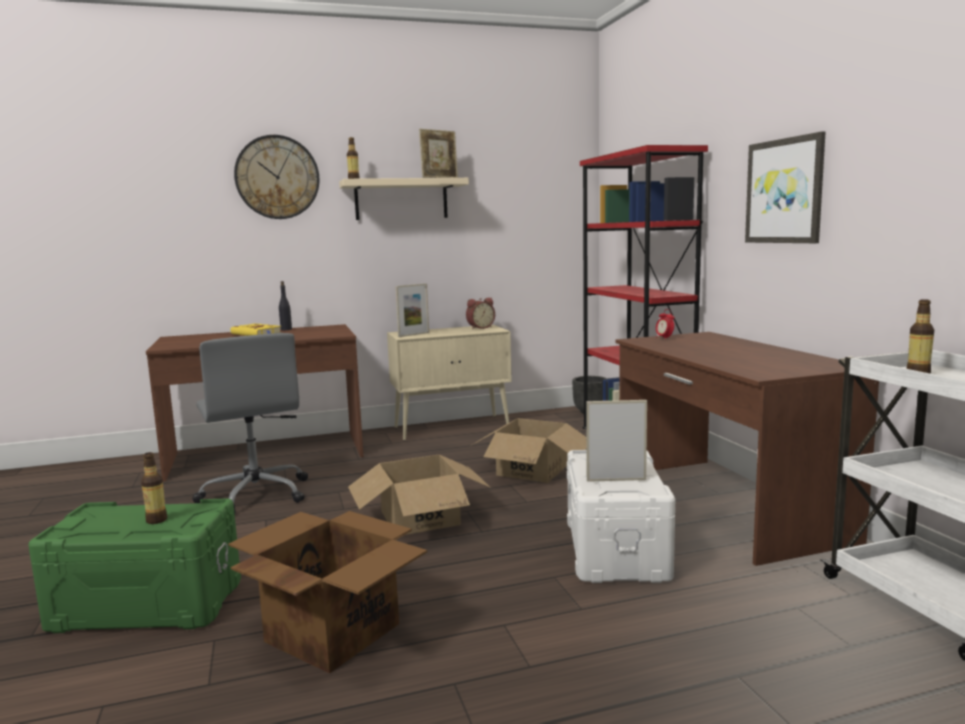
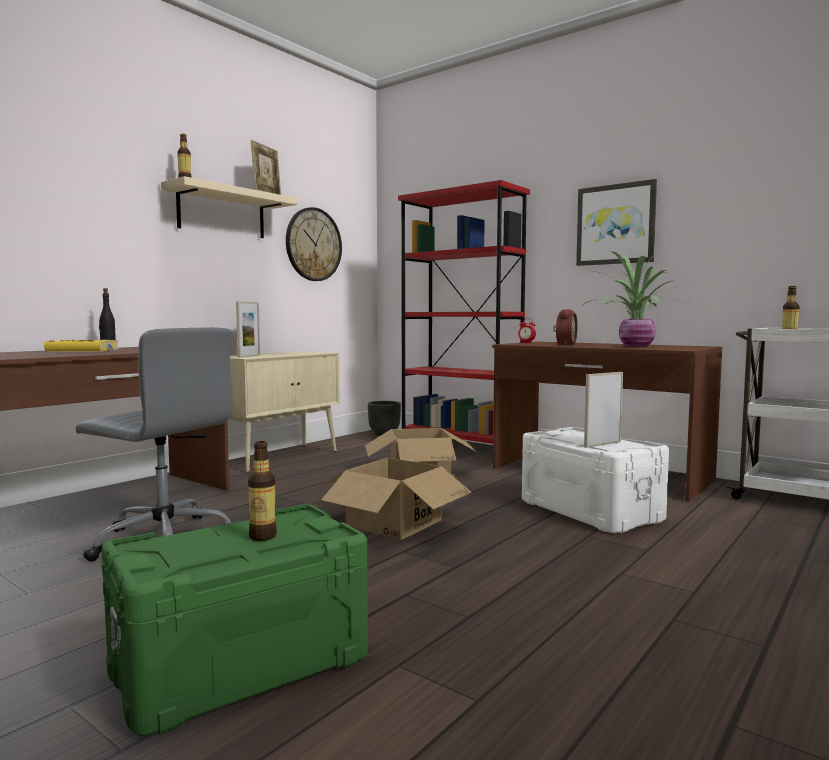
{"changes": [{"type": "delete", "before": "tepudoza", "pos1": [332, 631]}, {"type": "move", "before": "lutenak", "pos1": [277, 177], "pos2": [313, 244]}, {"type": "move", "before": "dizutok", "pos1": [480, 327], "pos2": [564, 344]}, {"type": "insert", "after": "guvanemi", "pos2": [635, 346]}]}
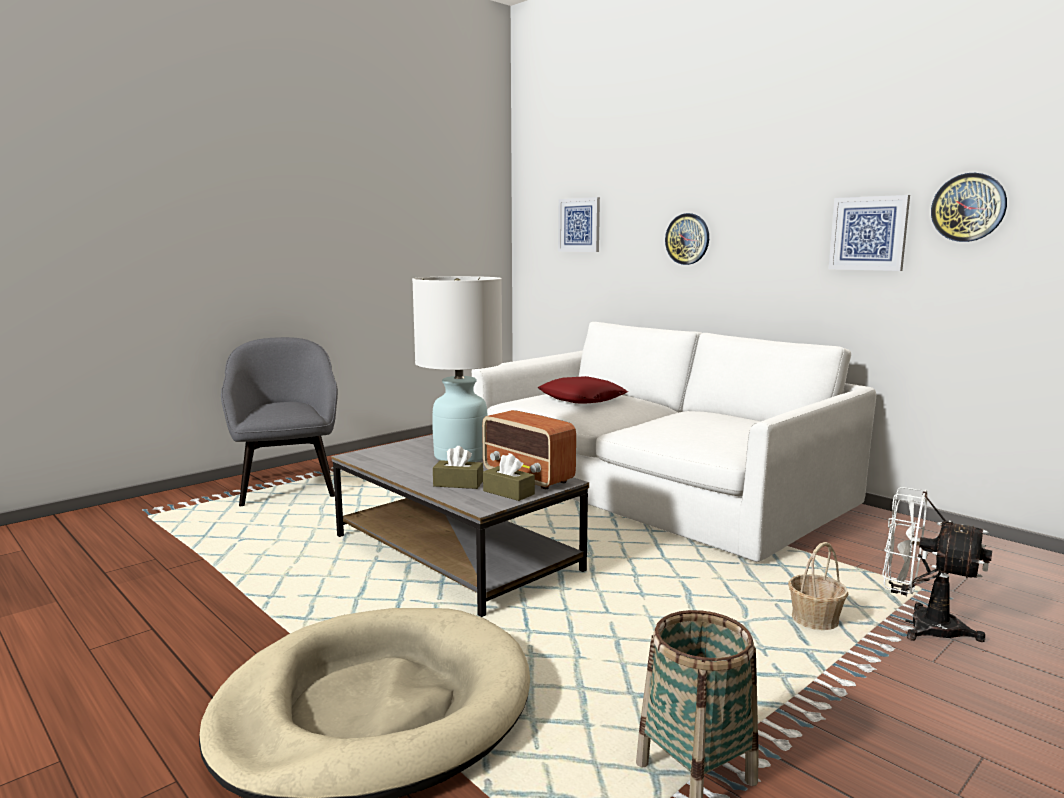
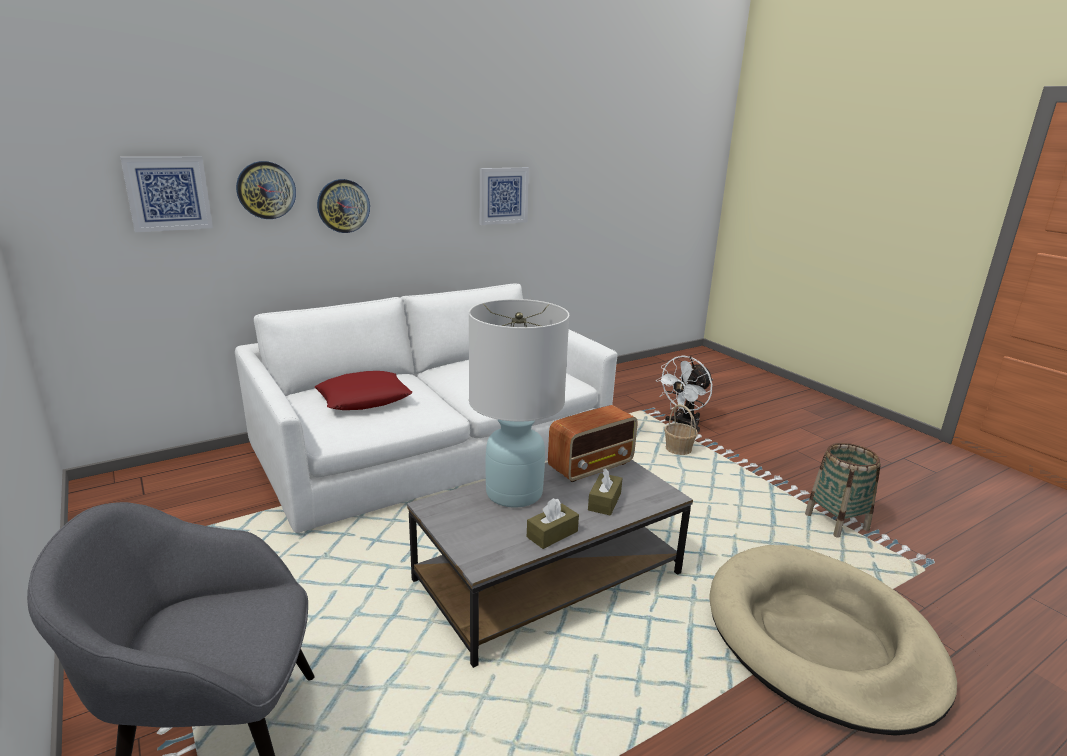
{"changes": [{"type": "move", "before": "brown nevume", "pos1": [508, 492], "pos2": [552, 534]}, {"type": "move", "before": "lutenak", "pos1": [968, 207], "pos2": [266, 190]}]}
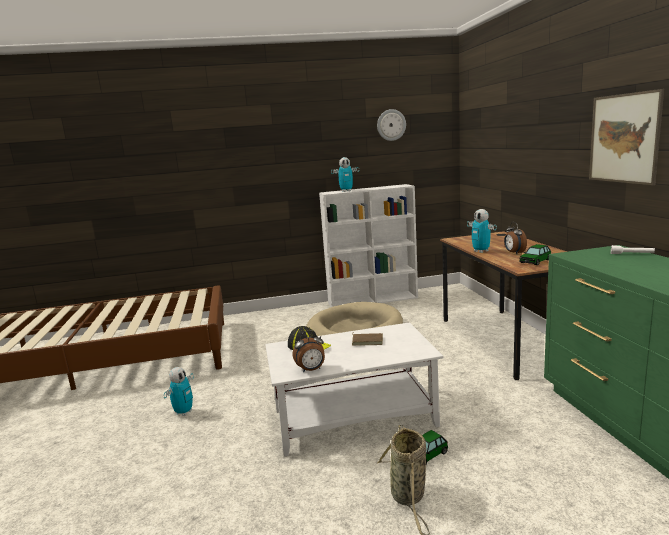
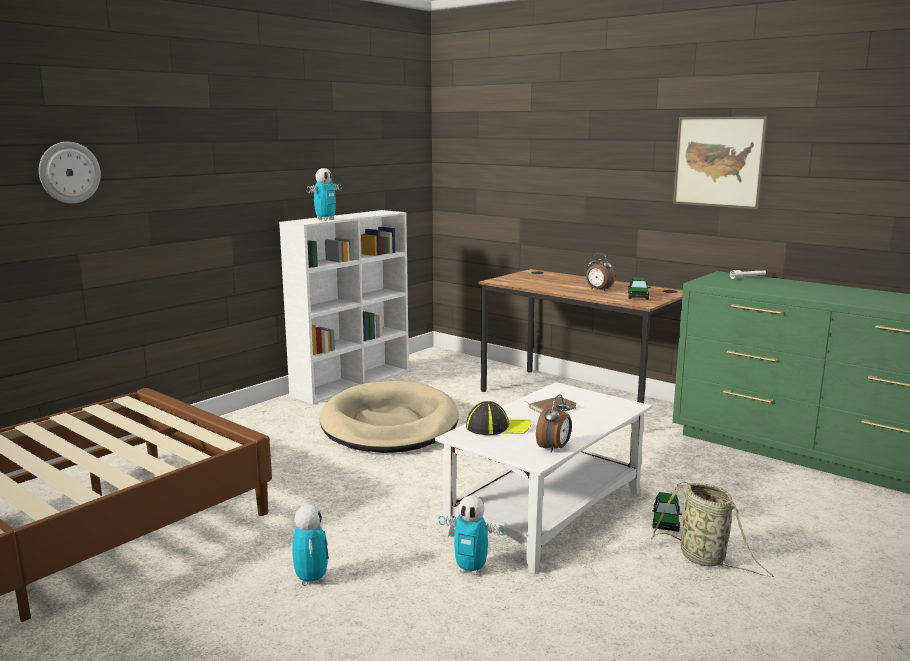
{"changes": [{"type": "move", "before": "lutenak", "pos1": [391, 125], "pos2": [69, 172]}, {"type": "move", "before": "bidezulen", "pos1": [481, 251], "pos2": [471, 569]}]}
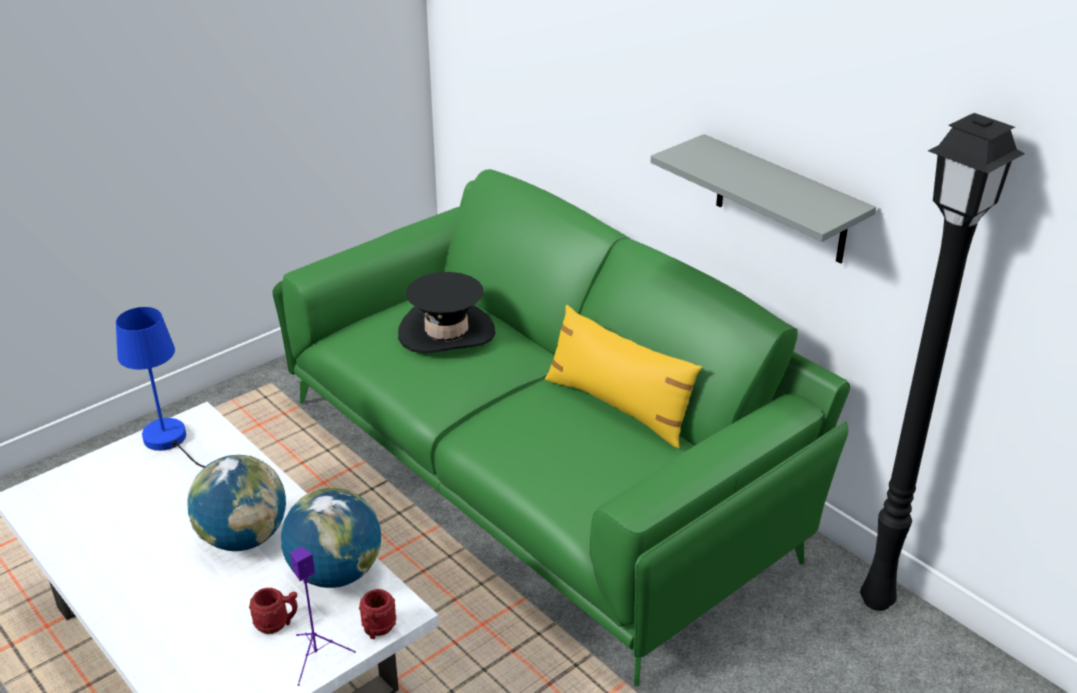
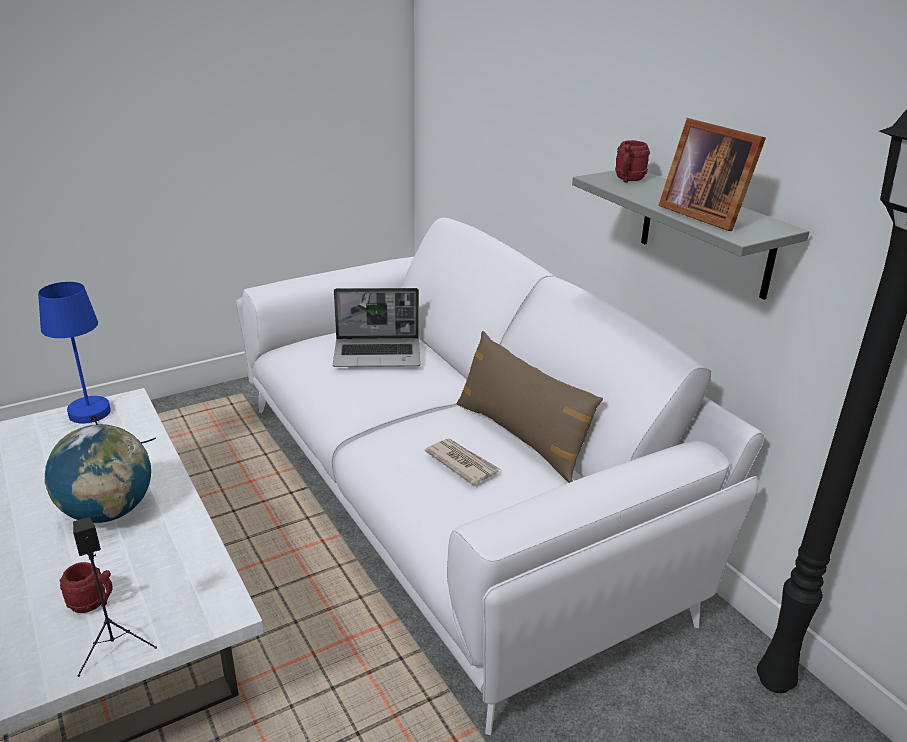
{"changes": [{"type": "recolor", "before": "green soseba", "after": "white soseba", "pos1": [540, 472], "pos2": [452, 499]}, {"type": "delete", "before": "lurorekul", "pos1": [336, 573]}, {"type": "recolor", "before": "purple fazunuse", "after": "black fazunuse", "pos1": [317, 656], "pos2": [115, 646]}, {"type": "move", "before": "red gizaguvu", "pos1": [377, 630], "pos2": [628, 179]}, {"type": "replace", "before": "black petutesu", "after": "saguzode", "pos1": [446, 332], "pos2": [378, 354]}, {"type": "recolor", "before": "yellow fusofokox", "after": "brown fusofokox", "pos1": [618, 406], "pos2": [521, 436]}, {"type": "insert", "after": "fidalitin", "pos2": [462, 463]}, {"type": "insert", "after": "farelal", "pos2": [703, 214]}]}
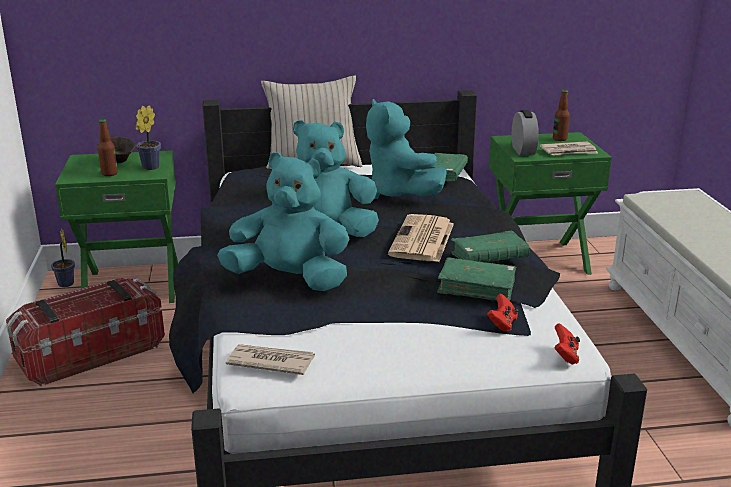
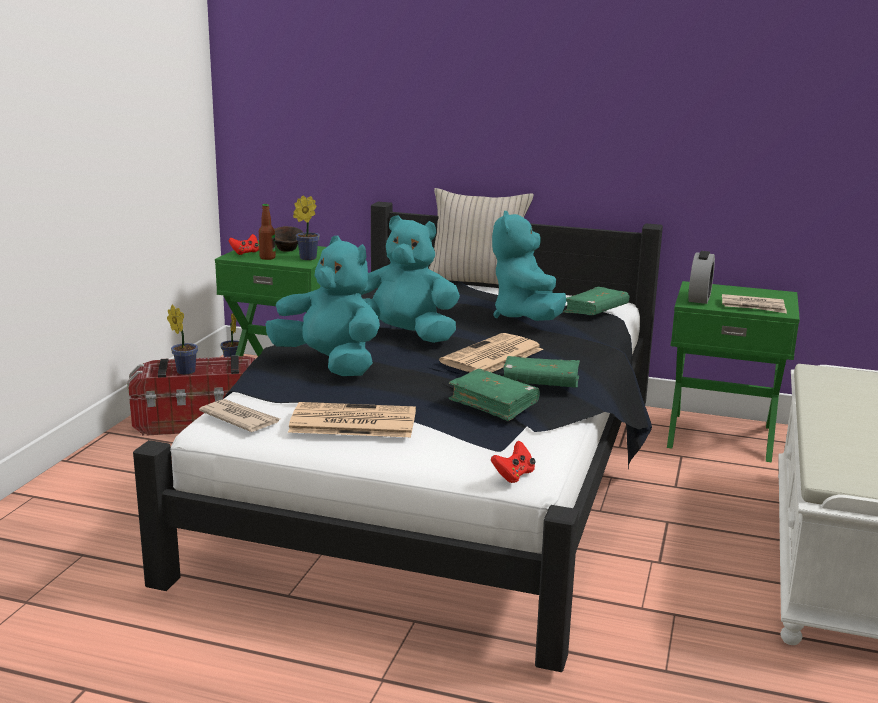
{"changes": [{"type": "move", "before": "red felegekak", "pos1": [502, 324], "pos2": [245, 253]}, {"type": "delete", "before": "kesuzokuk", "pos1": [559, 139]}, {"type": "insert", "after": "guvanemi", "pos2": [184, 371]}, {"type": "insert", "after": "fidalitin", "pos2": [351, 422]}]}
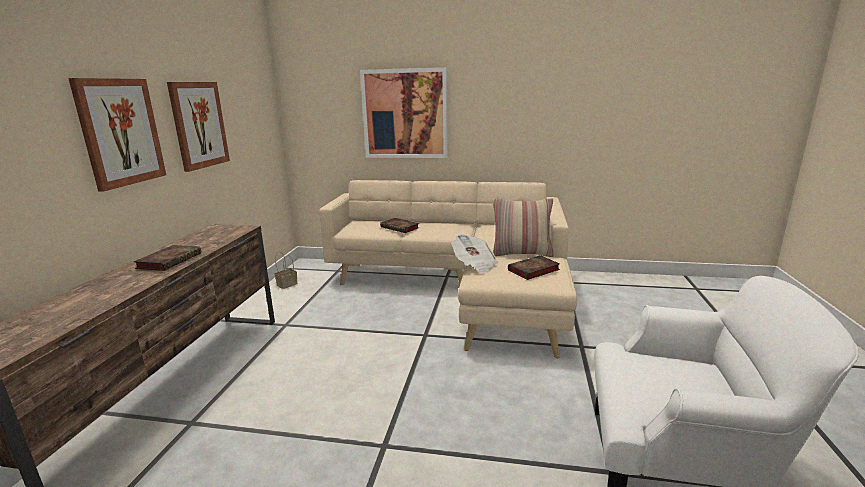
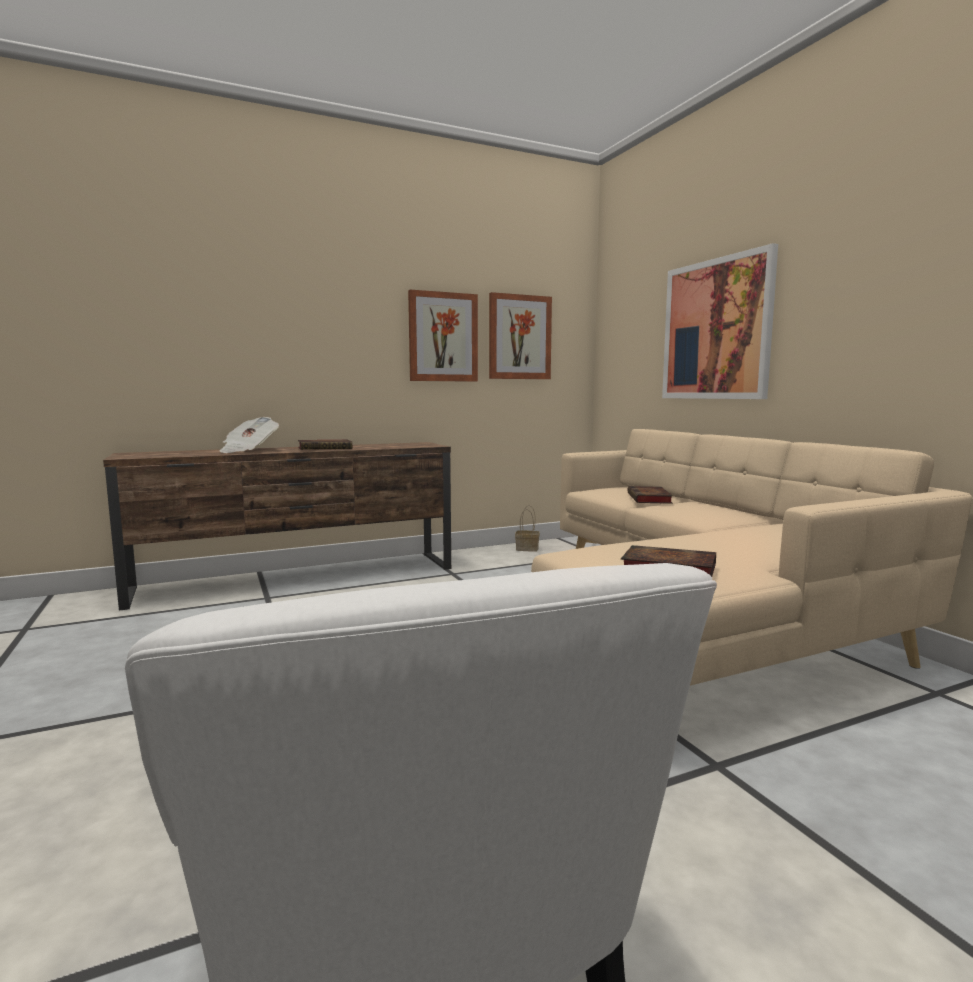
{"changes": [{"type": "move", "before": "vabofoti", "pos1": [120, 132], "pos2": [519, 337]}, {"type": "move", "before": "fidalitin", "pos1": [474, 265], "pos2": [248, 450]}, {"type": "delete", "before": "fusofokox", "pos1": [521, 253]}]}
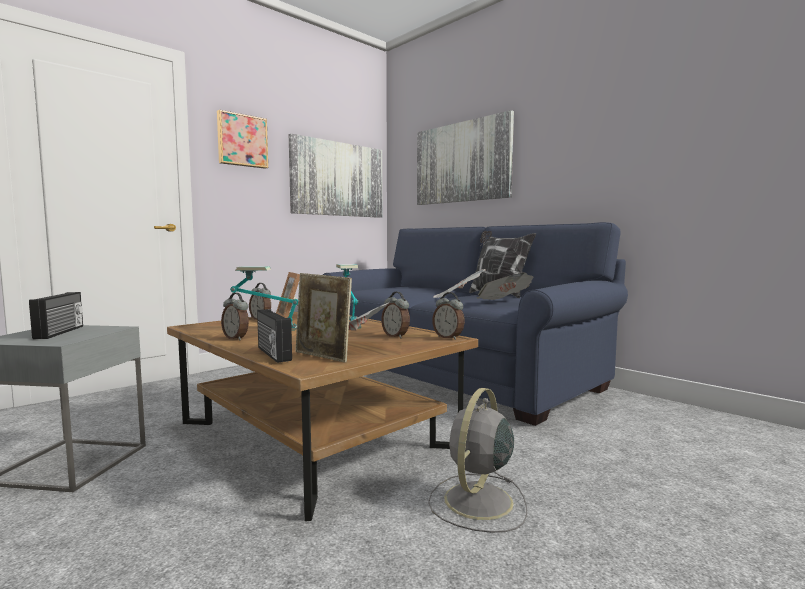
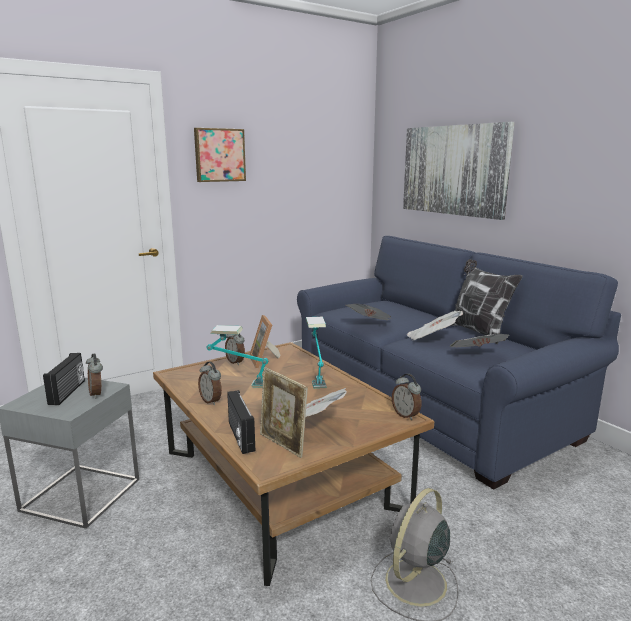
{"changes": [{"type": "delete", "before": "vabofoti", "pos1": [338, 179]}, {"type": "move", "before": "dizutok", "pos1": [396, 336], "pos2": [97, 394]}, {"type": "insert", "after": "fidalitin", "pos2": [370, 324]}]}
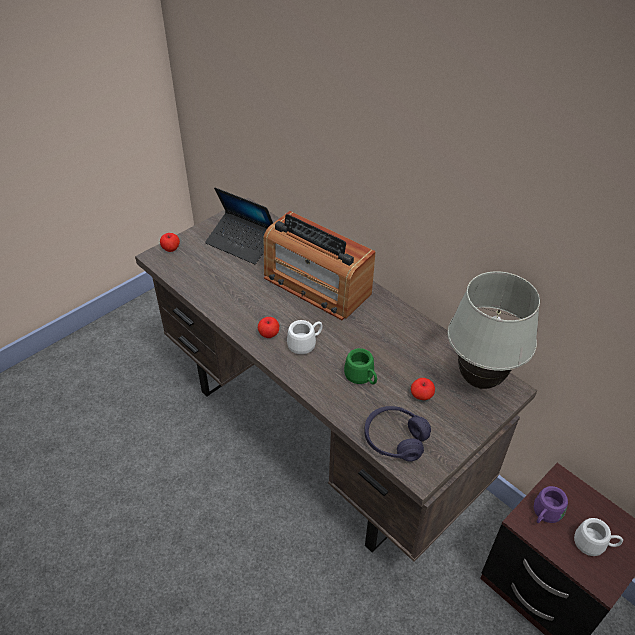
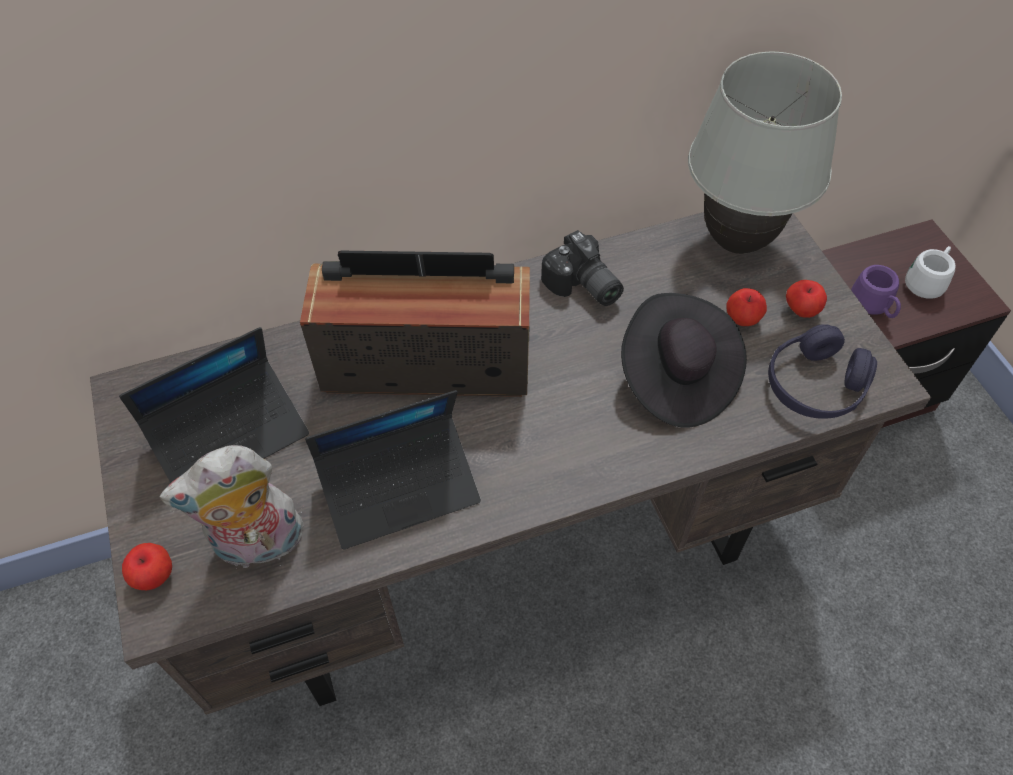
{"changes": [{"type": "move", "before": "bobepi", "pos1": [269, 334], "pos2": [801, 310]}, {"type": "rotate", "before": "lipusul", "pos1": [316, 285], "pos2": [427, 358], "turn": -150}, {"type": "delete", "before": "white gizaguvu", "pos1": [305, 344]}, {"type": "replace", "before": "green gizaguvu", "after": "black petutesu", "pos1": [362, 378], "pos2": [676, 378]}, {"type": "insert", "after": "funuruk", "pos2": [258, 546]}, {"type": "insert", "after": "saguzode", "pos2": [399, 487]}, {"type": "insert", "after": "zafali", "pos2": [582, 287]}]}
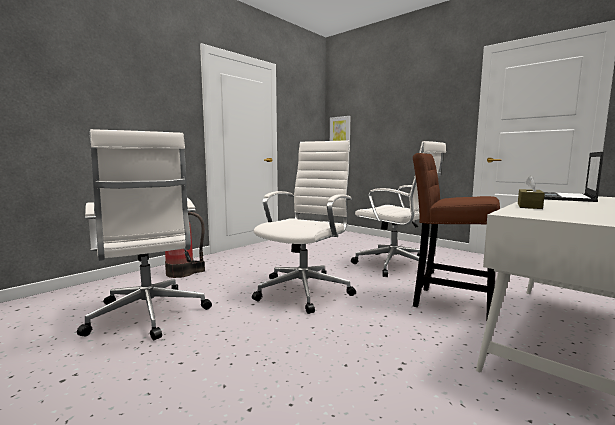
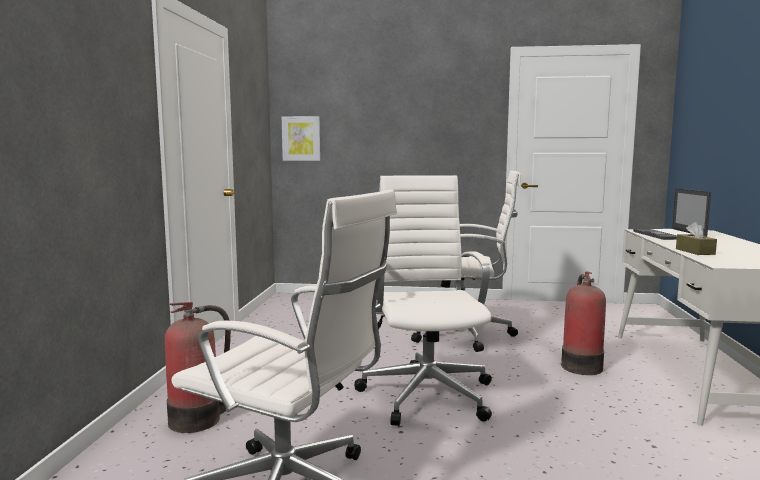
{"changes": [{"type": "replace", "before": "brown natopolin", "after": "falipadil", "pos1": [448, 302], "pos2": [581, 366]}]}
